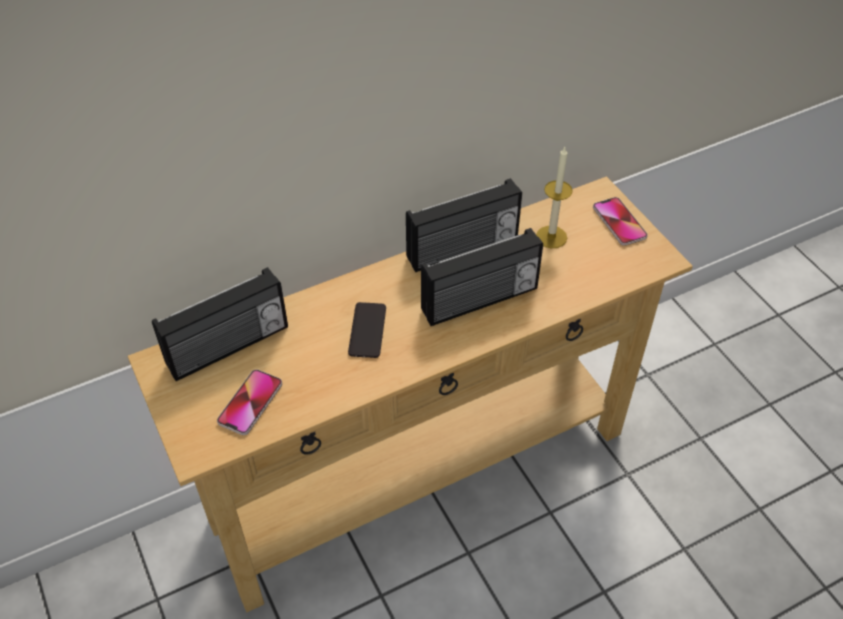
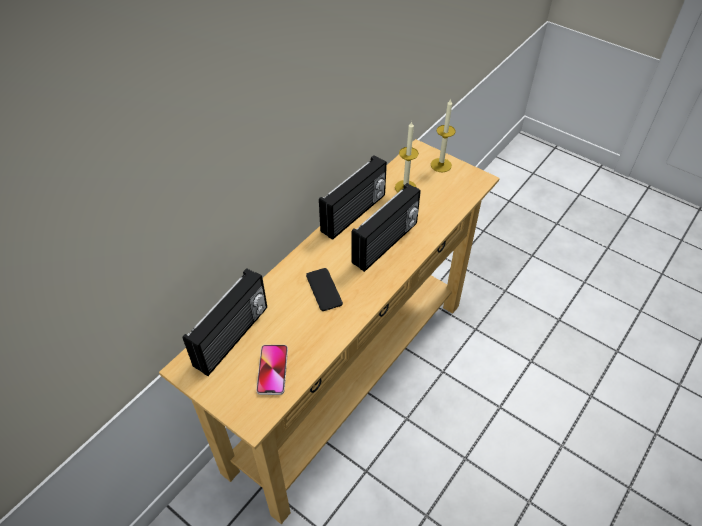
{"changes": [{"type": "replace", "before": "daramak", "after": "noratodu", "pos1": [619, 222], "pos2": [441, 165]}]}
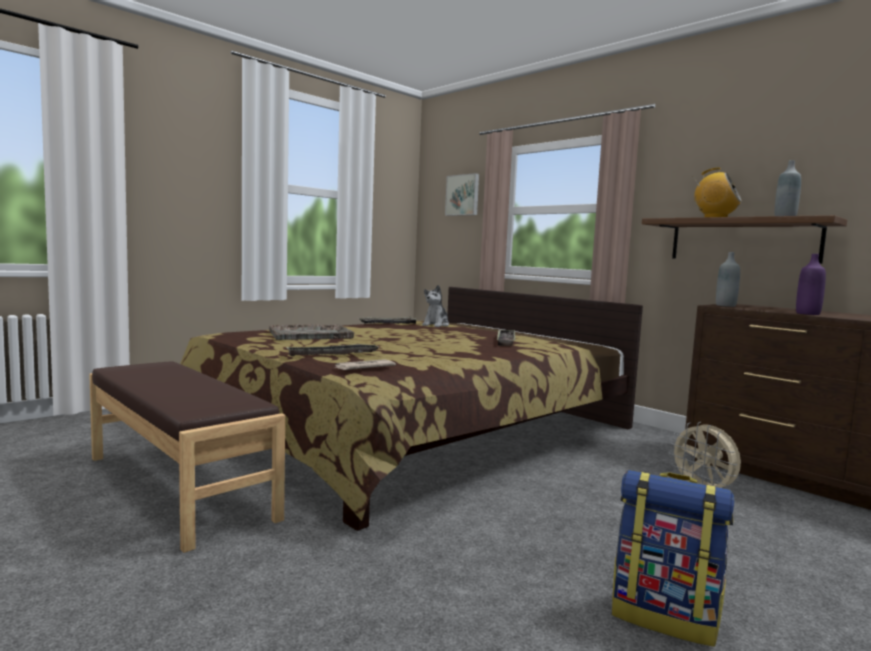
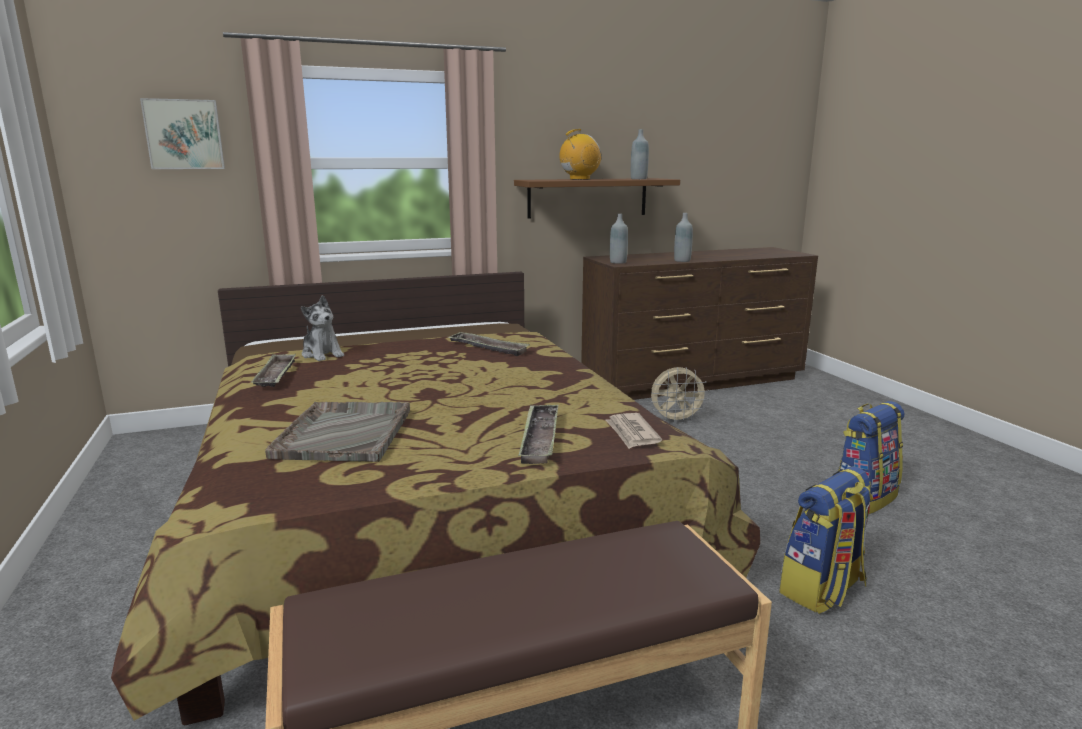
{"changes": [{"type": "recolor", "before": "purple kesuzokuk", "after": "grey kesuzokuk", "pos1": [807, 314], "pos2": [682, 260]}, {"type": "insert", "after": "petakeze", "pos2": [822, 590]}]}
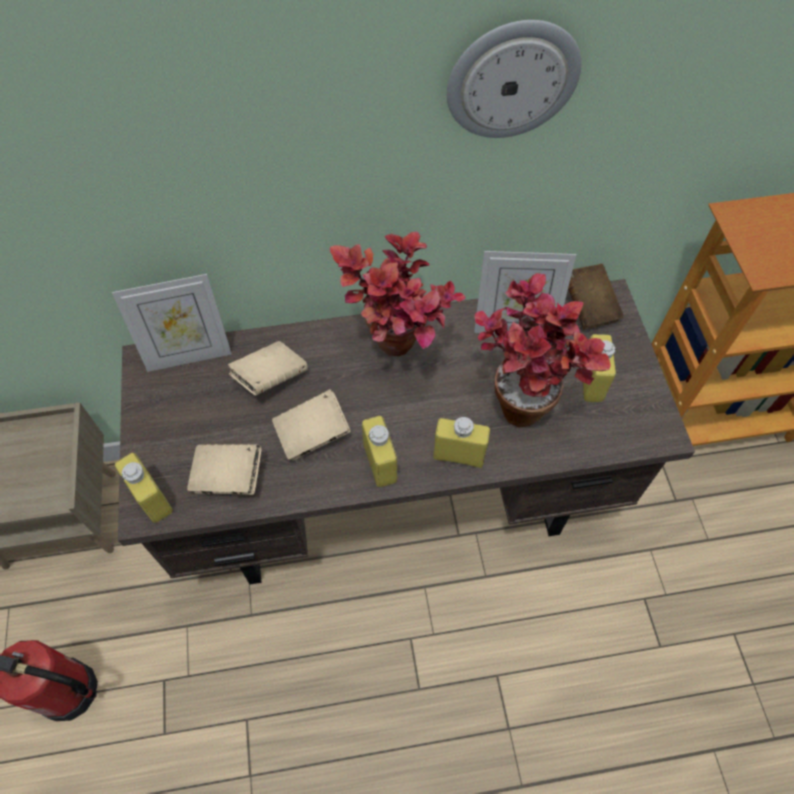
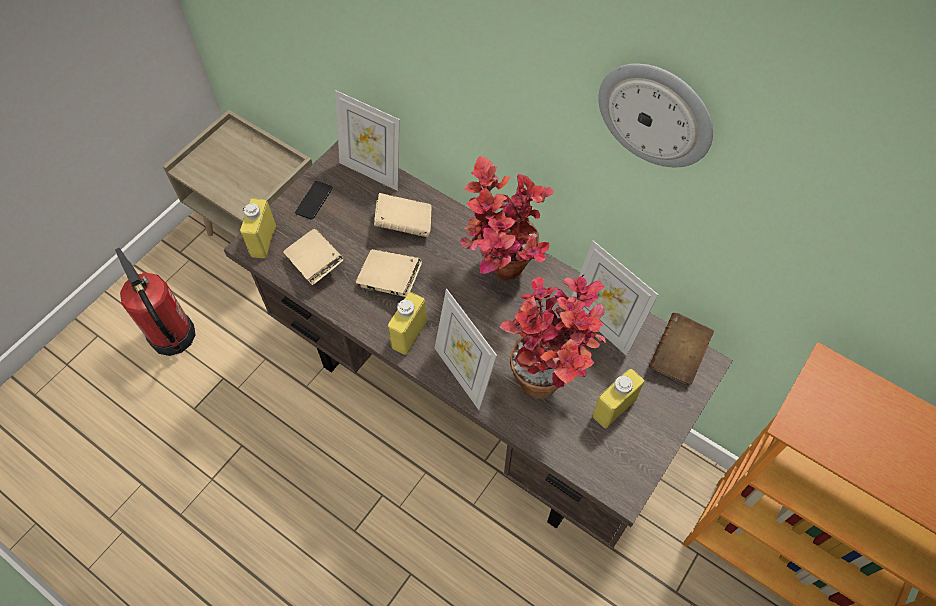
{"changes": [{"type": "replace", "before": "yellow kesuzokuk", "after": "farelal", "pos1": [458, 455], "pos2": [463, 374]}, {"type": "insert", "after": "daramak", "pos2": [314, 200]}]}
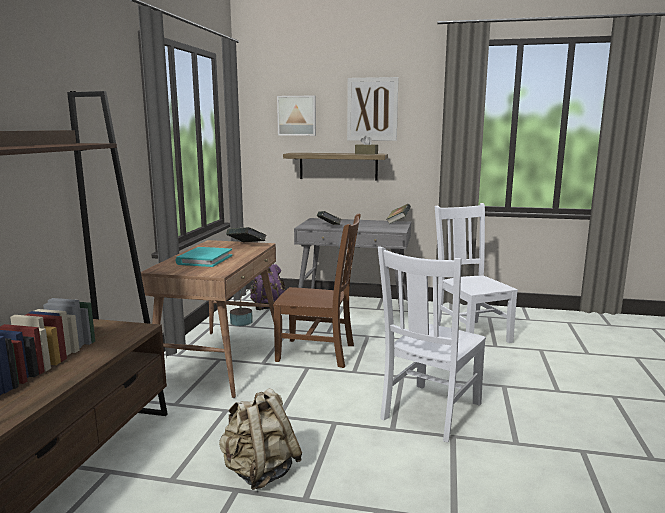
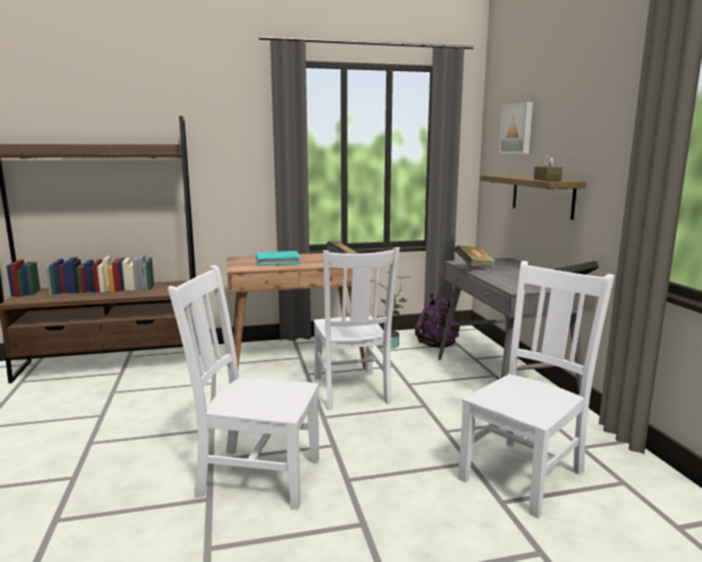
{"changes": [{"type": "delete", "before": "beige petakeze", "pos1": [260, 472]}, {"type": "recolor", "before": "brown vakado", "after": "white vakado", "pos1": [318, 353], "pos2": [351, 391]}, {"type": "delete", "before": "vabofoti", "pos1": [372, 109]}]}
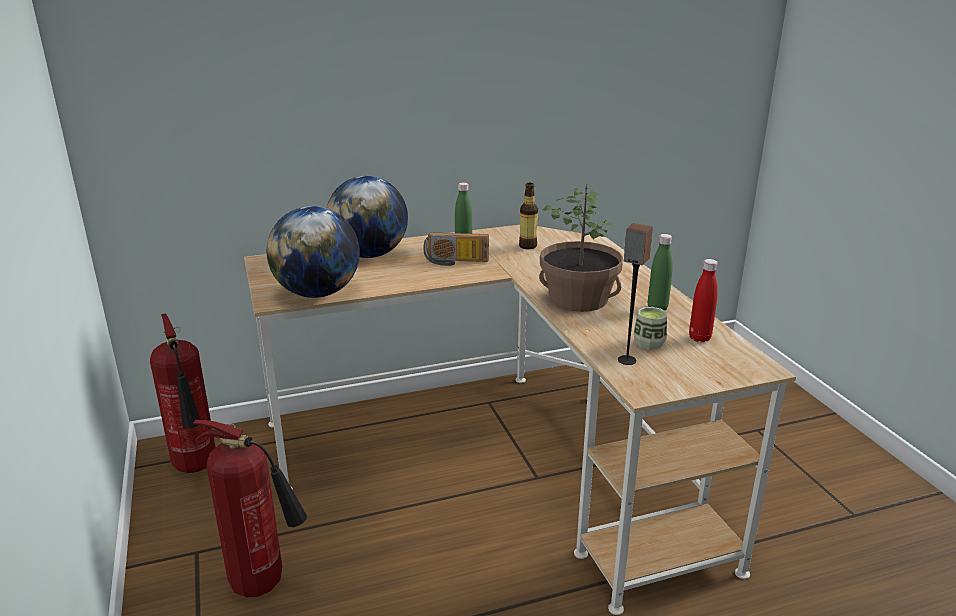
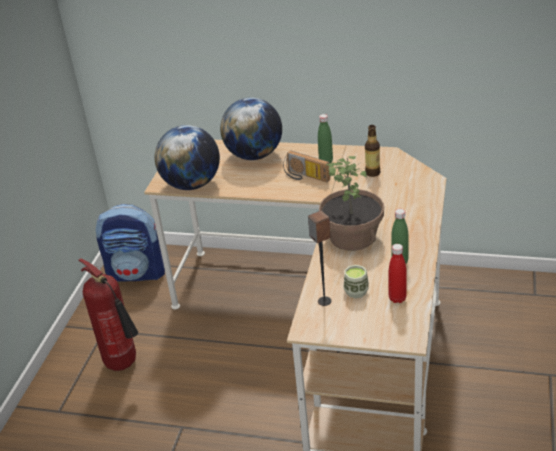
{"changes": [{"type": "replace", "before": "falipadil", "after": "petakeze", "pos1": [197, 468], "pos2": [137, 273]}]}
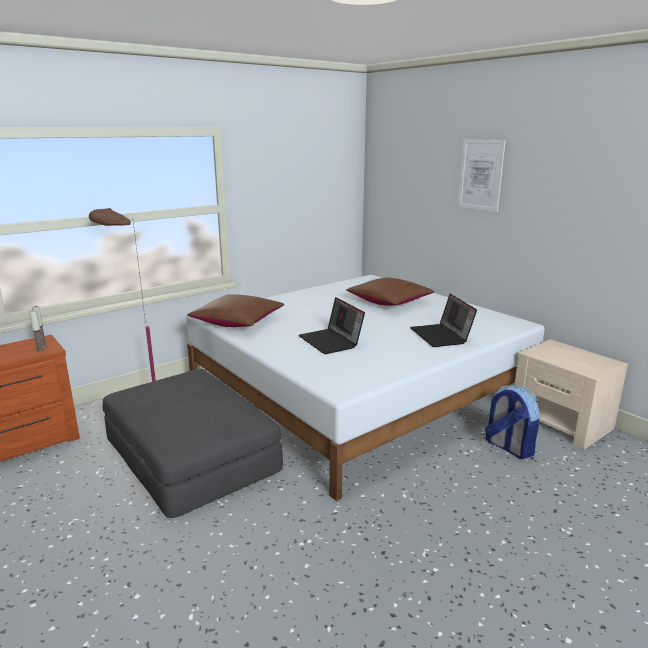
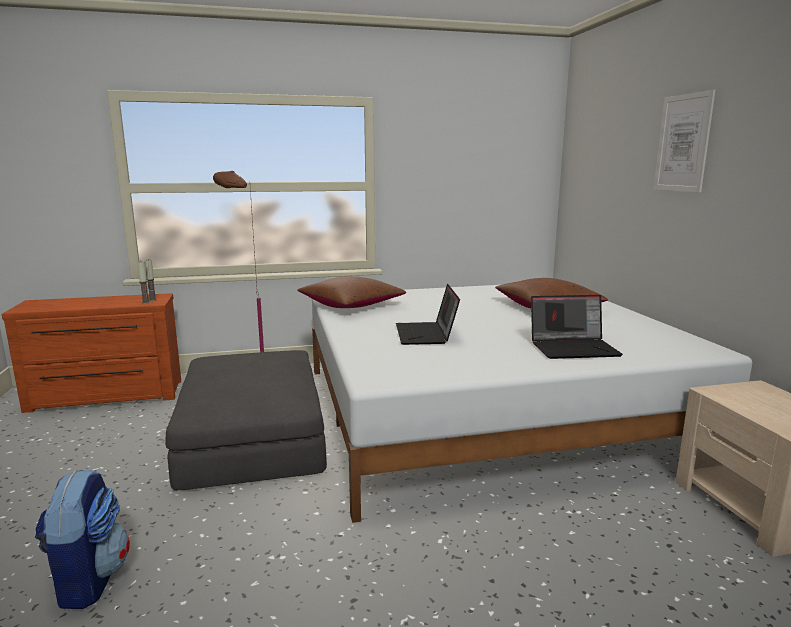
{"changes": [{"type": "rotate", "before": "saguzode", "pos1": [441, 336], "pos2": [574, 348], "turn": -105}, {"type": "move", "before": "petakeze", "pos1": [508, 447], "pos2": [89, 580]}]}
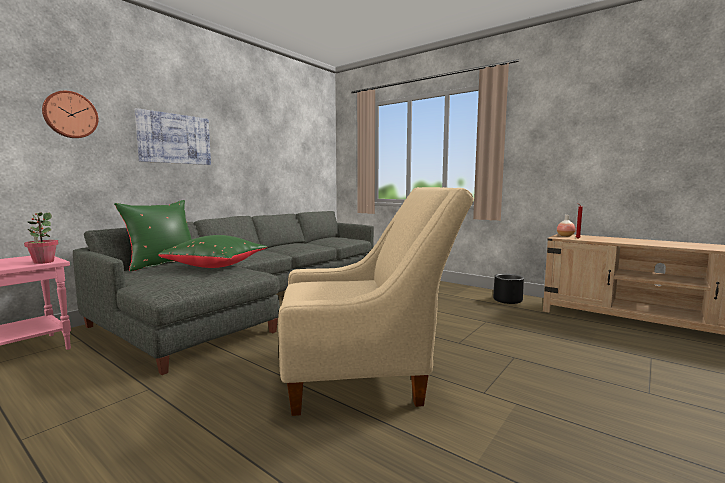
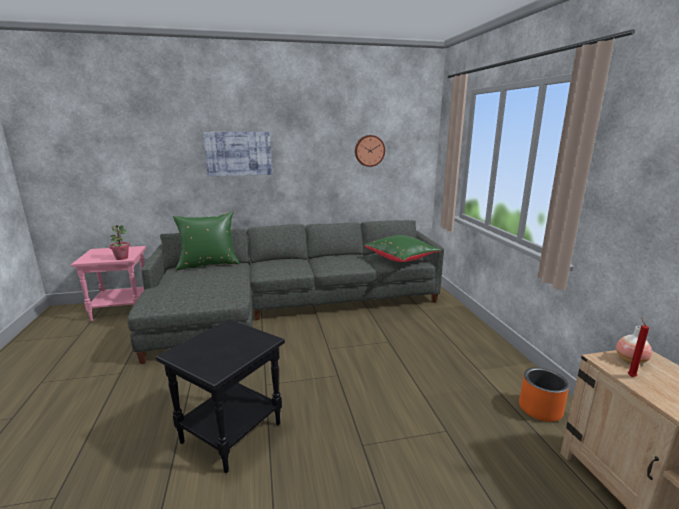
{"changes": [{"type": "move", "before": "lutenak", "pos1": [70, 115], "pos2": [369, 150]}, {"type": "move", "before": "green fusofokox", "pos1": [217, 266], "pos2": [401, 259]}, {"type": "replace", "before": "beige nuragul", "after": "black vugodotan", "pos1": [365, 373], "pos2": [231, 434]}, {"type": "recolor", "before": "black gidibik", "after": "orange gidibik", "pos1": [507, 300], "pos2": [539, 409]}]}
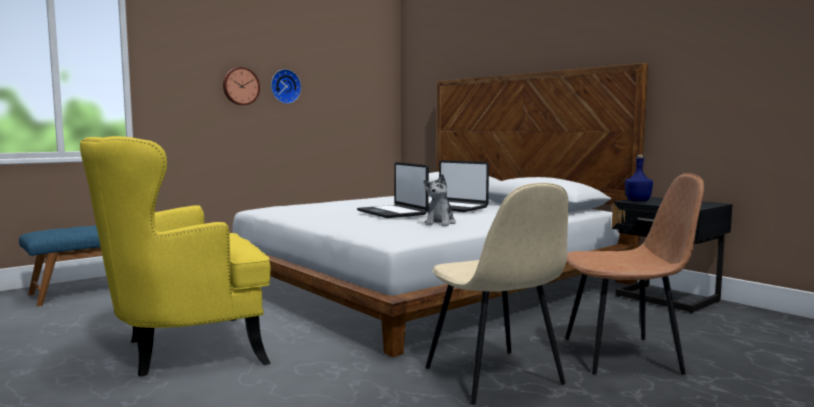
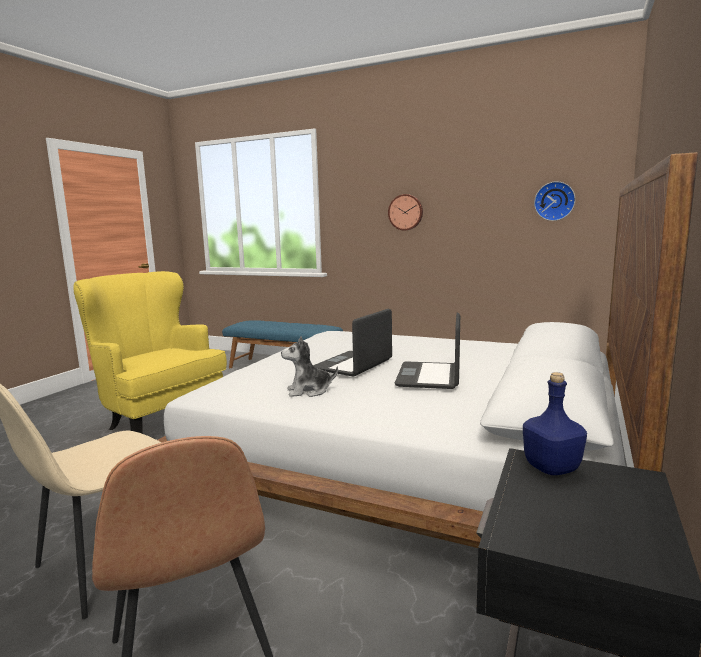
{"changes": [{"type": "move", "before": "lutenak", "pos1": [284, 86], "pos2": [554, 201]}]}
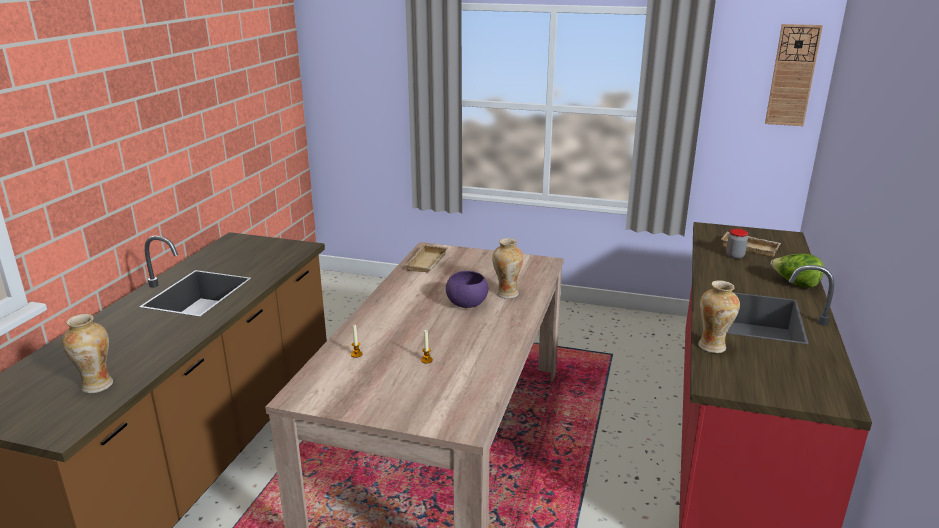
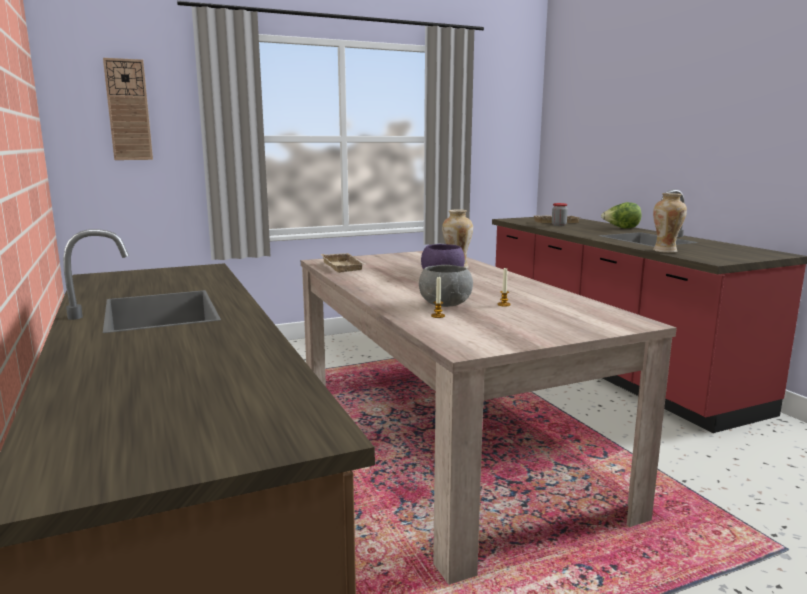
{"changes": [{"type": "delete", "before": "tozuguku", "pos1": [96, 386]}, {"type": "move", "before": "lutenak", "pos1": [792, 75], "pos2": [128, 110]}, {"type": "insert", "after": "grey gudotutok", "pos2": [446, 304]}]}
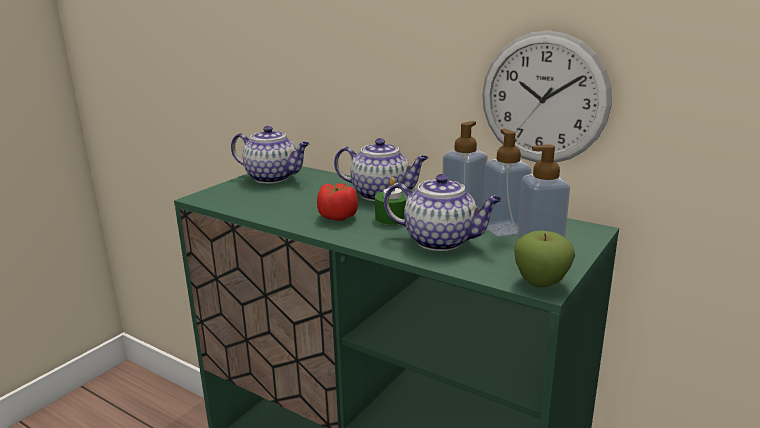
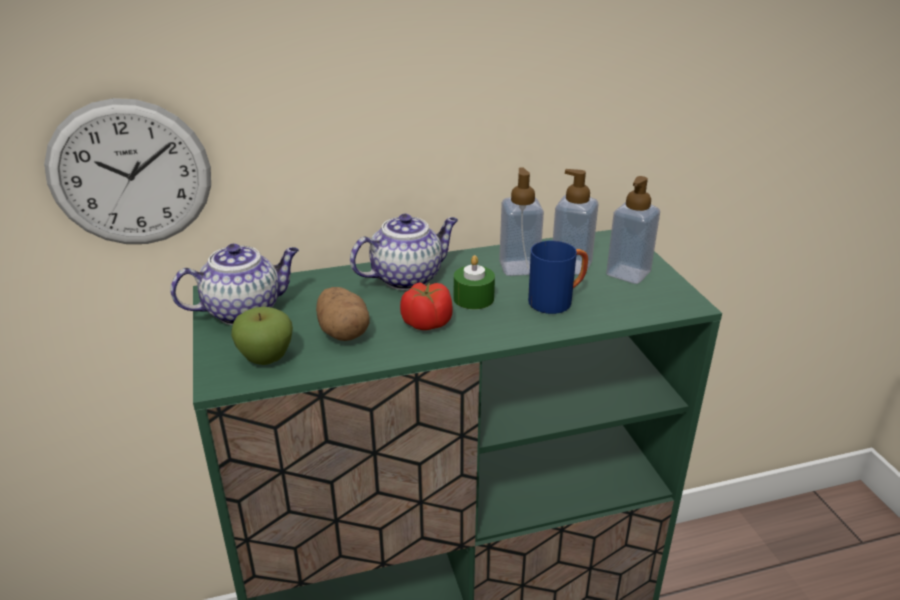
{"changes": [{"type": "replace", "before": "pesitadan", "after": "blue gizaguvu", "pos1": [442, 241], "pos2": [557, 301]}, {"type": "move", "before": "lutenak", "pos1": [543, 99], "pos2": [130, 174]}, {"type": "move", "before": "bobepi", "pos1": [541, 282], "pos2": [266, 358]}, {"type": "insert", "after": "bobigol", "pos2": [343, 332]}]}
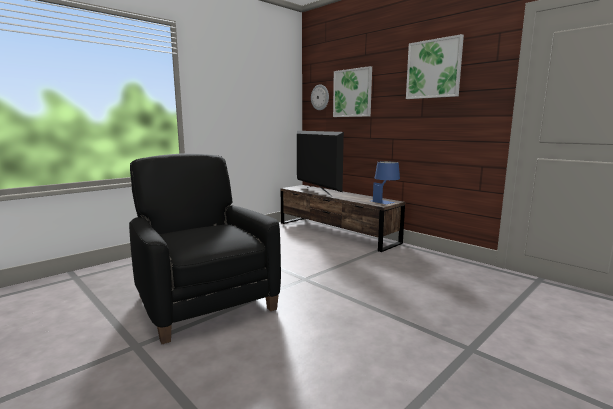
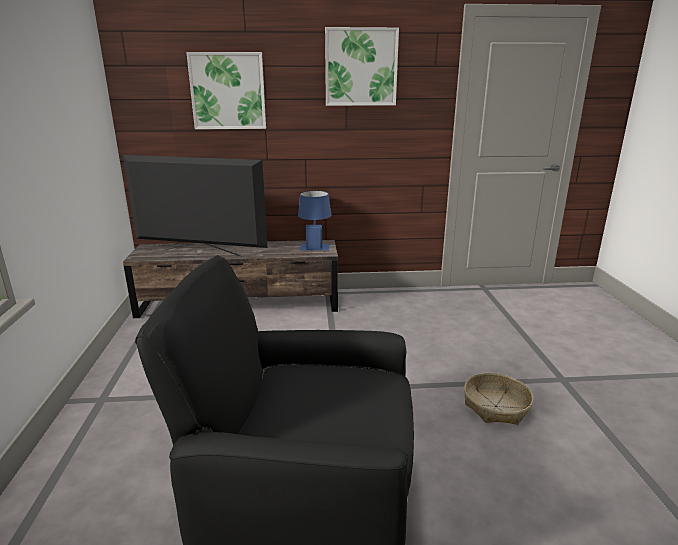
{"changes": [{"type": "delete", "before": "lutenak", "pos1": [320, 97]}, {"type": "insert", "after": "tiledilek", "pos2": [496, 406]}]}
